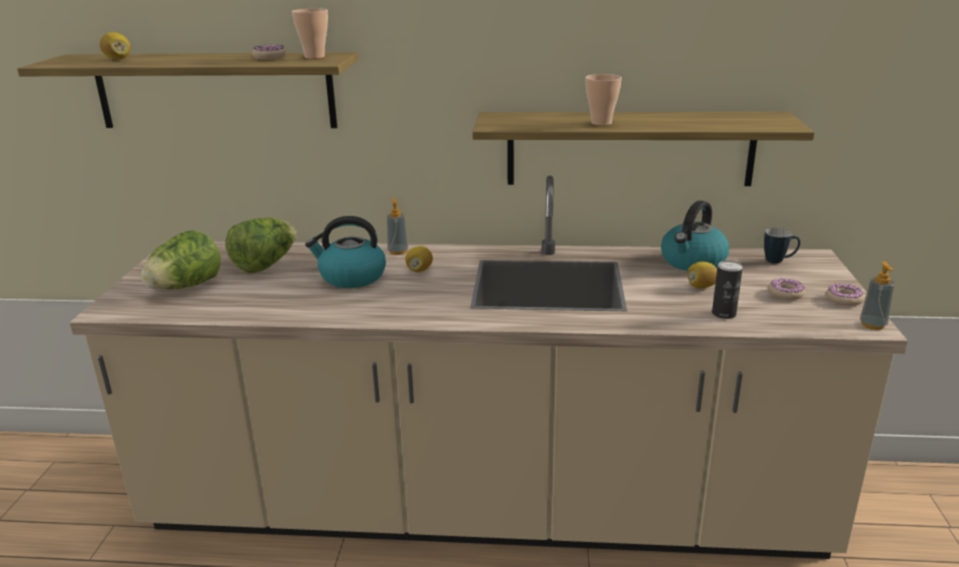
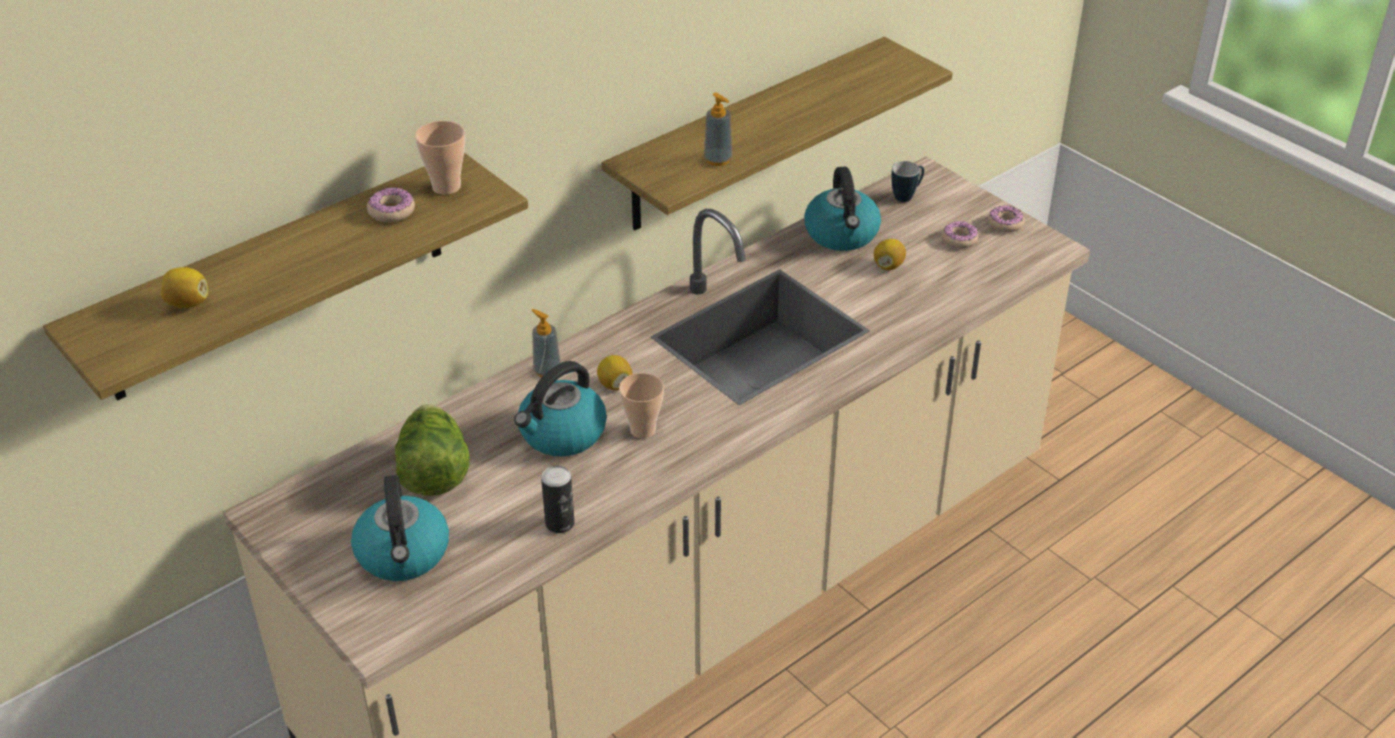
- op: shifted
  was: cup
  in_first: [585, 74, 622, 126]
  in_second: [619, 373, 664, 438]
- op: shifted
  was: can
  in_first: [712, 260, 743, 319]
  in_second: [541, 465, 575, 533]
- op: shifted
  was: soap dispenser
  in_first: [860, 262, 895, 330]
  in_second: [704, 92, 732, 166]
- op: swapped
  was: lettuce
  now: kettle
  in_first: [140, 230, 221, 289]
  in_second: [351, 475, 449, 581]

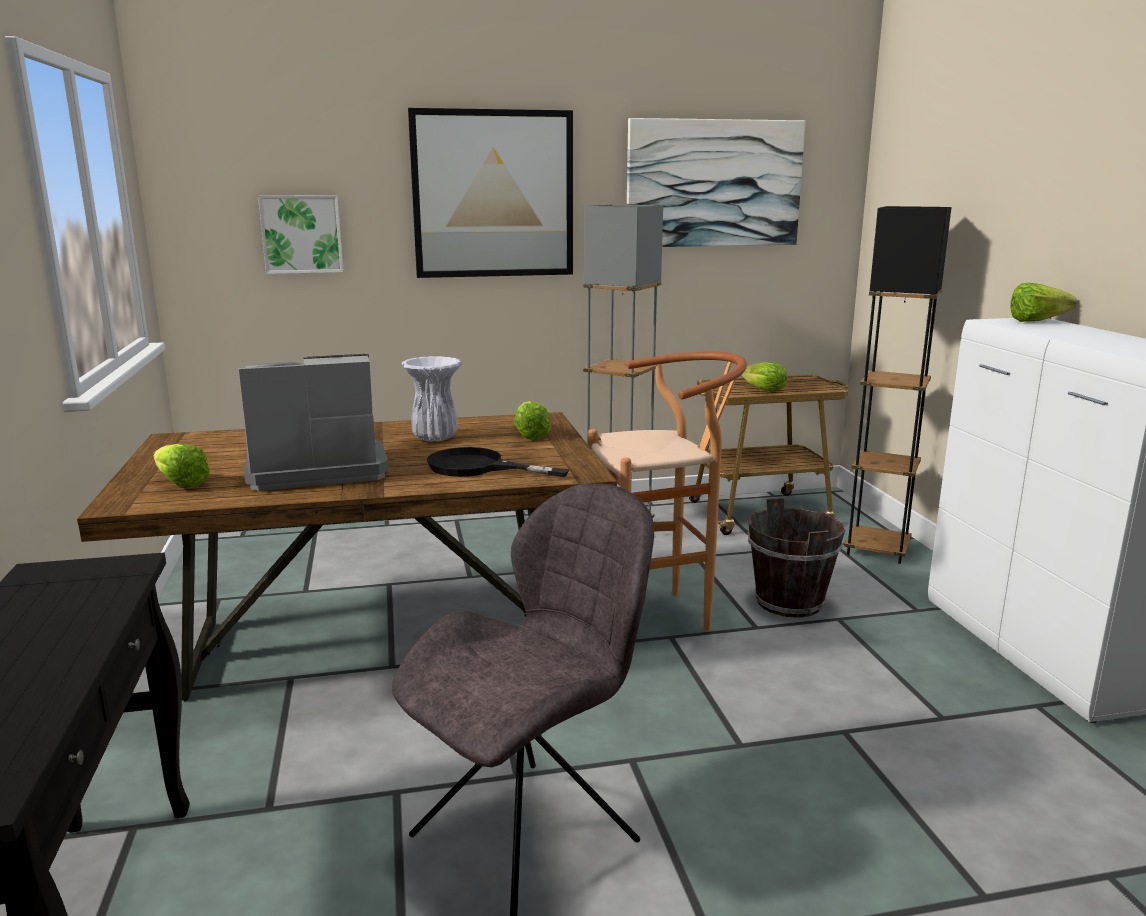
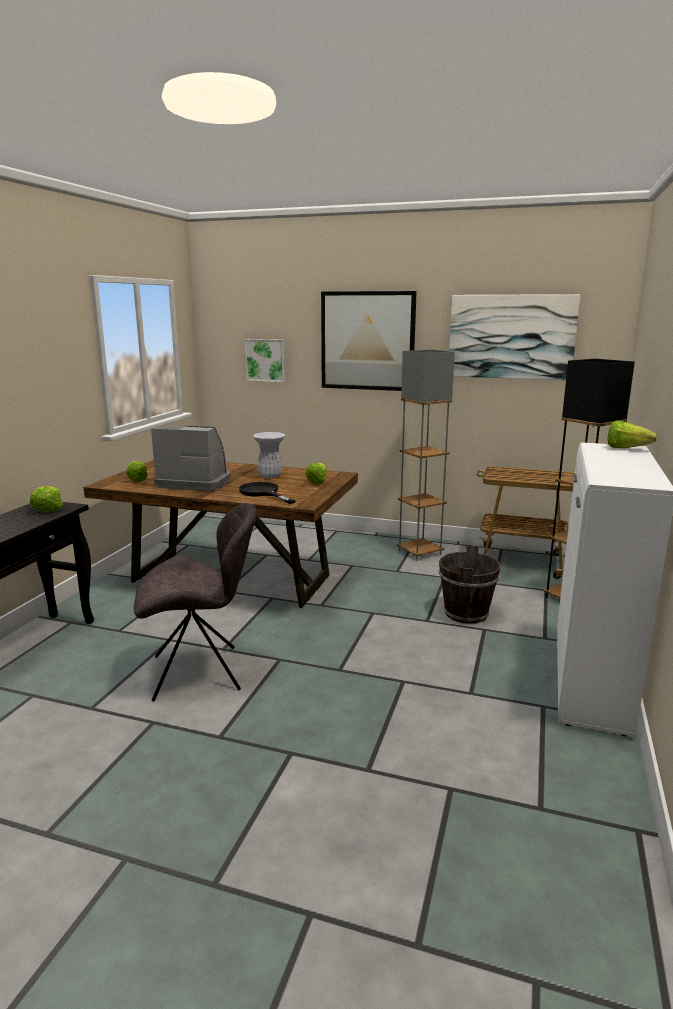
- op: gone
  was: brown stool
  in_first: [588, 352, 747, 632]
- op: shifted
  was: lettuce
  in_first: [741, 362, 787, 392]
  in_second: [30, 486, 63, 512]

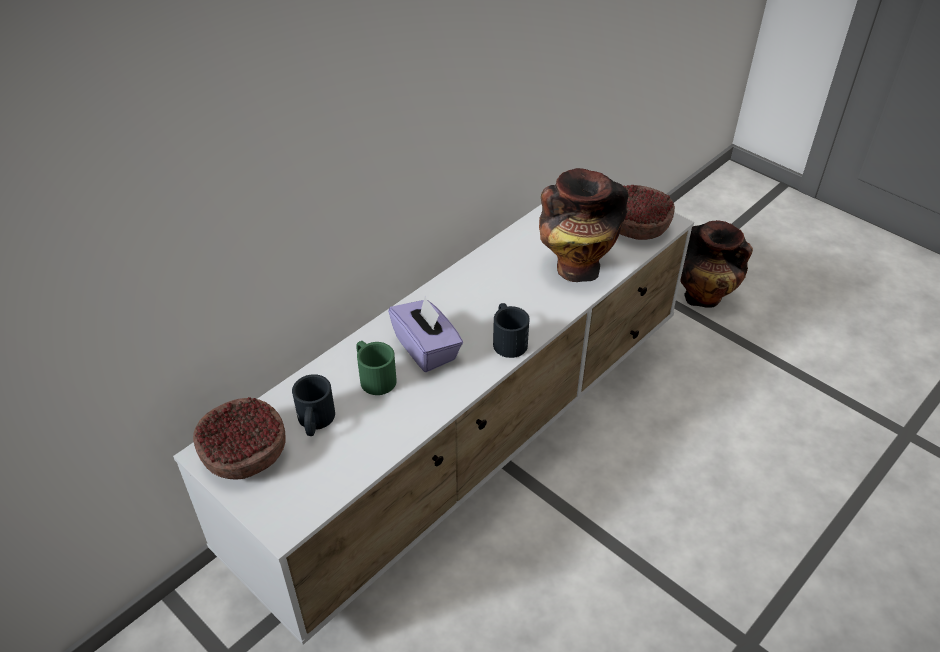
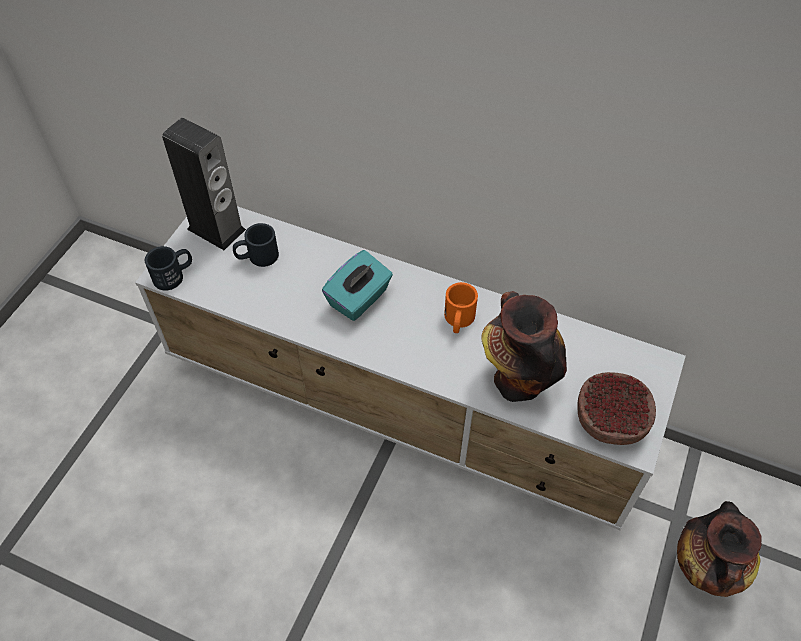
- op: gone
  was: green mug
  in_first: [357, 341, 397, 395]
- op: new
  now: orange mug
  in_second: [444, 282, 478, 333]
- op: shifted
  was: black mug
  in_first: [493, 303, 530, 358]
  in_second: [145, 246, 192, 291]
- op: swapped
  was: bowl
  now: speaker
  in_first: [193, 397, 286, 480]
  in_second: [162, 118, 246, 250]
- op: repainted
  was: purple tissue box
  now: turquoise tissue box
  in_first: [388, 296, 463, 372]
  in_second: [322, 250, 393, 321]

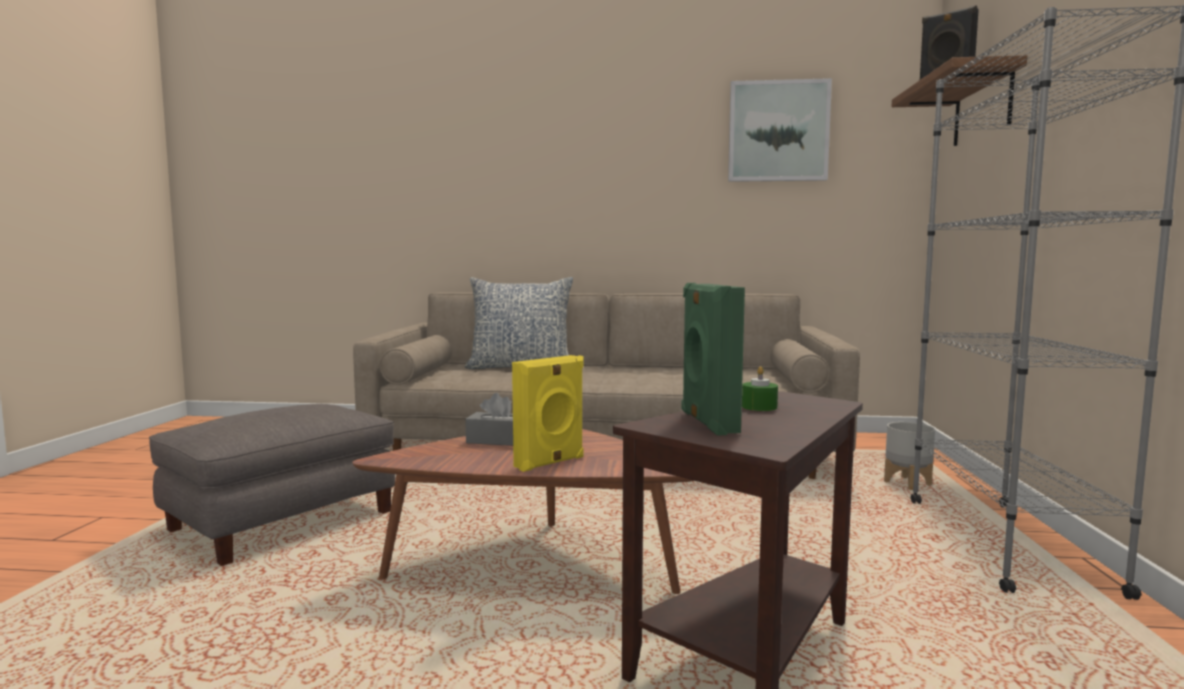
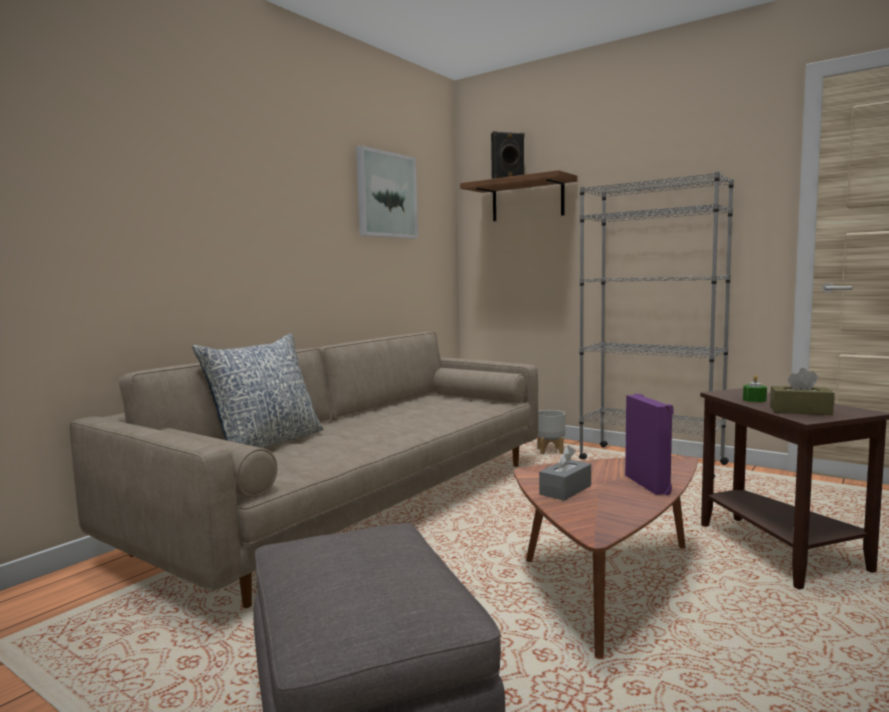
- op: swapped
  was: green speaker
  now: brown tissue box
  in_first: [681, 283, 745, 436]
  in_second: [770, 368, 834, 415]
- op: repainted
  was: yellow speaker
  now: purple speaker
  in_first: [512, 355, 584, 472]
  in_second: [625, 394, 674, 495]

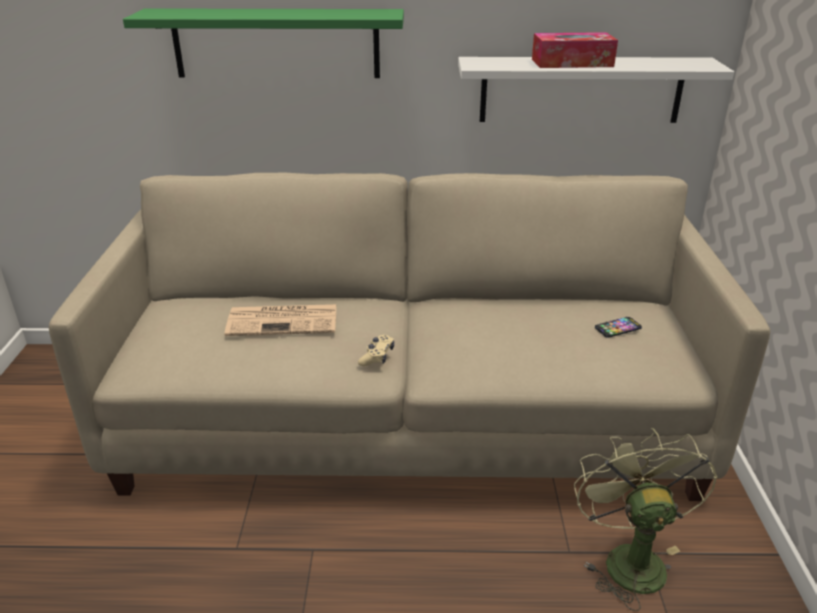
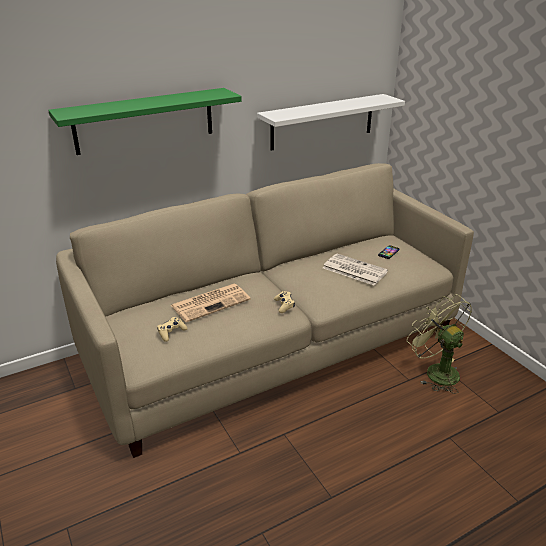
- op: gone
  was: tissue box
  in_first: [532, 32, 618, 68]
- op: new
  now: beige game controller
  in_second: [157, 317, 188, 342]
- op: new
  now: newspaper
  in_second: [323, 254, 388, 286]

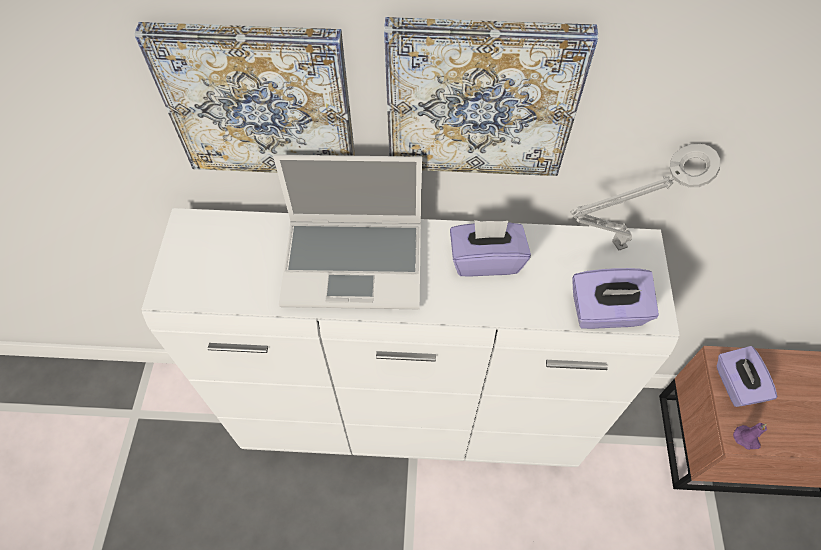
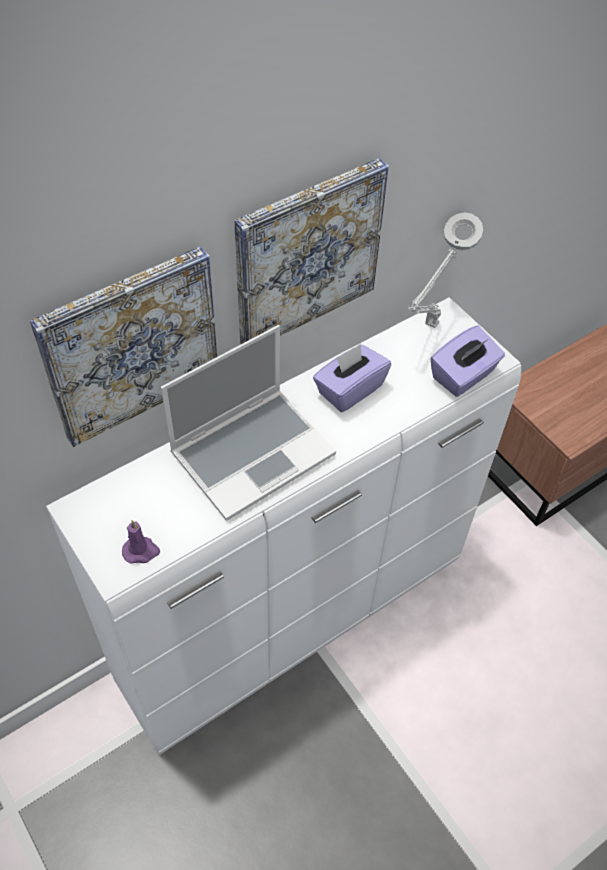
- op: gone
  was: purple tissue box
  in_first: [717, 346, 778, 407]
- op: shifted
  was: purple candle
  in_first: [733, 423, 767, 450]
  in_second: [122, 520, 160, 564]

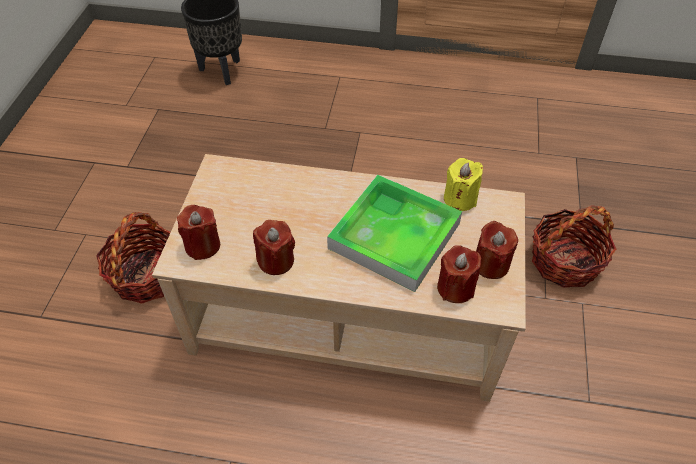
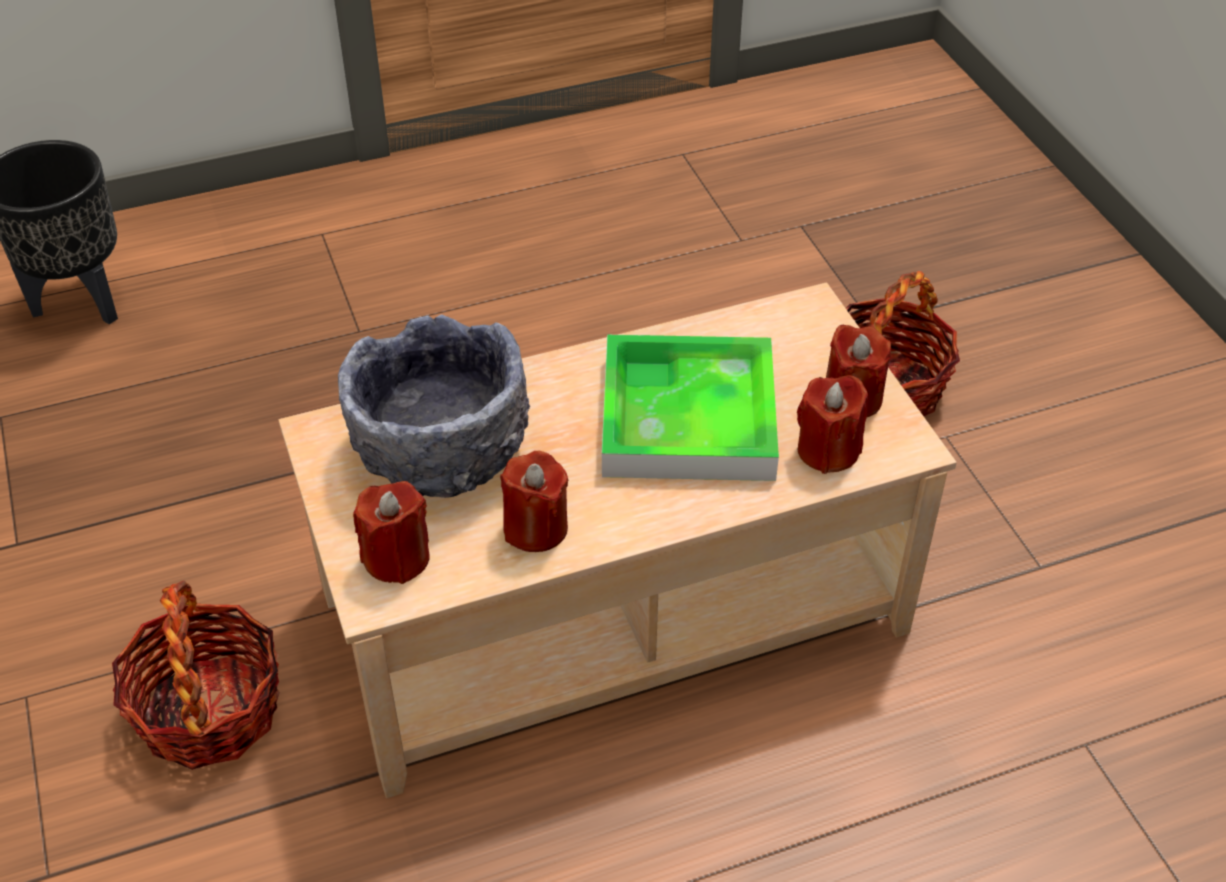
- op: gone
  was: yellow candle
  in_first: [444, 158, 483, 211]
- op: new
  now: grey bowl
  in_second: [338, 314, 530, 498]

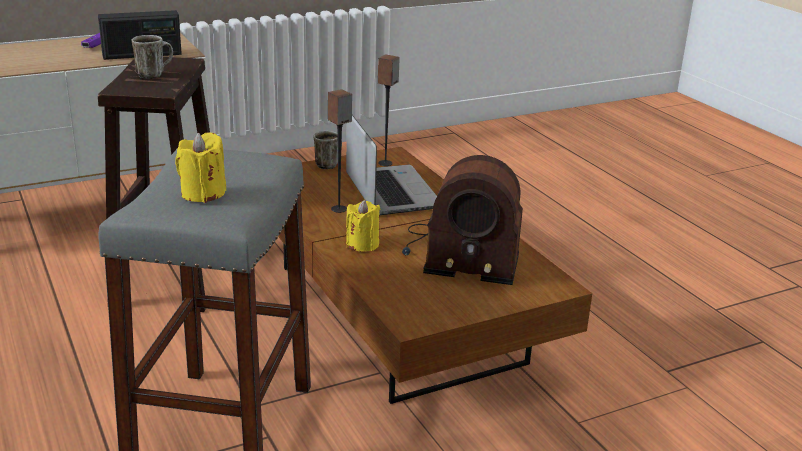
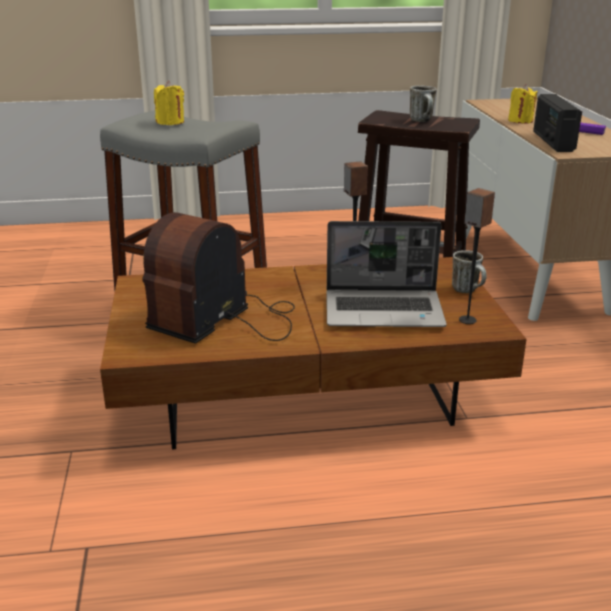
- op: shifted
  was: yellow candle
  in_first: [346, 200, 380, 252]
  in_second: [508, 84, 538, 124]

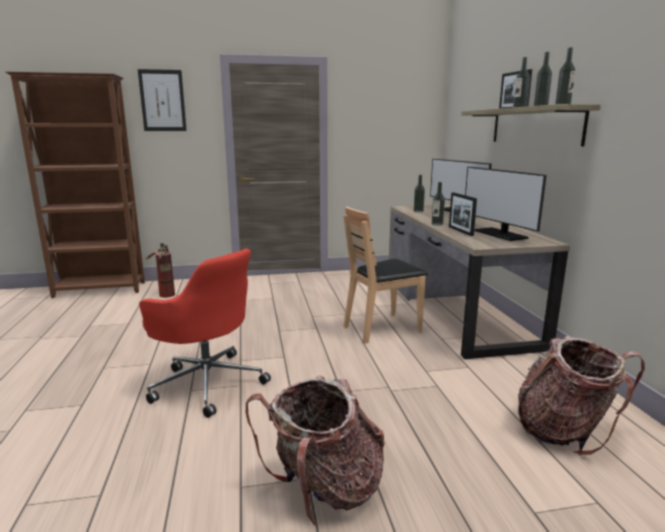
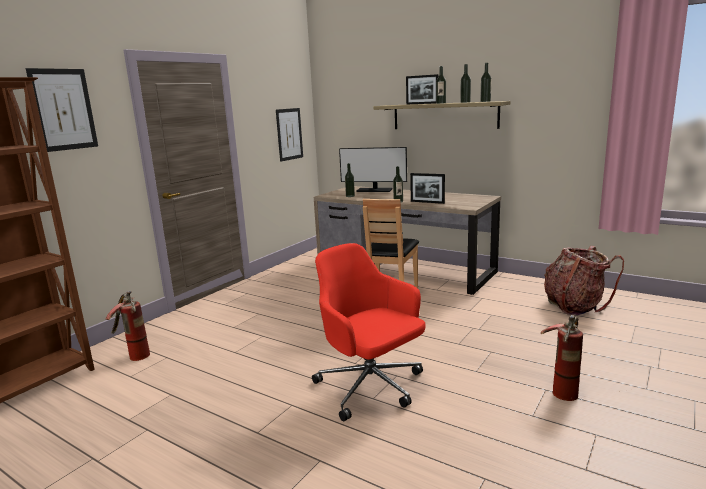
- op: gone
  was: monitor
  in_first: [465, 167, 547, 241]
- op: new
  now: picture
  in_second: [276, 108, 303, 162]
- op: swapped
  was: backpack
  now: fire extinguisher
  in_first: [246, 375, 385, 527]
  in_second: [540, 315, 583, 401]
- op: rotated
  was: red office chair
  in_first: [139, 249, 271, 418]
  in_second: [312, 243, 426, 422]
  clockwise: -120

